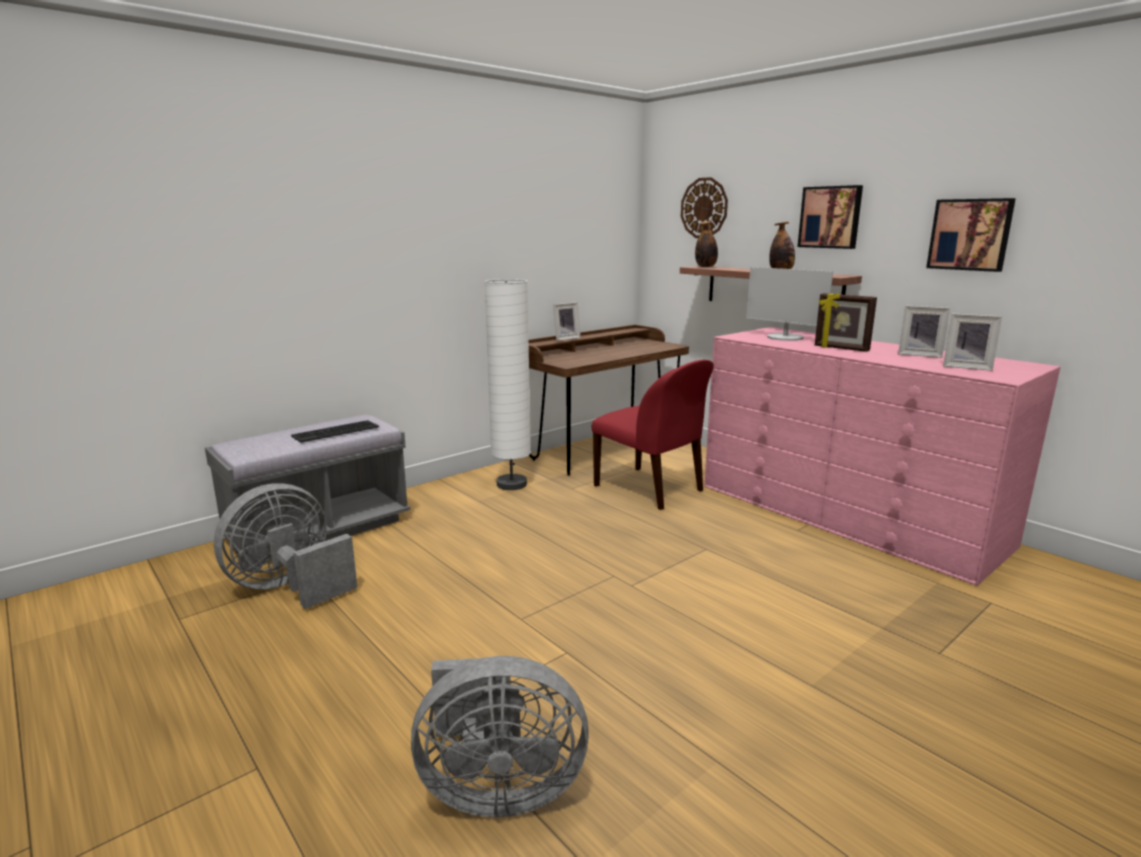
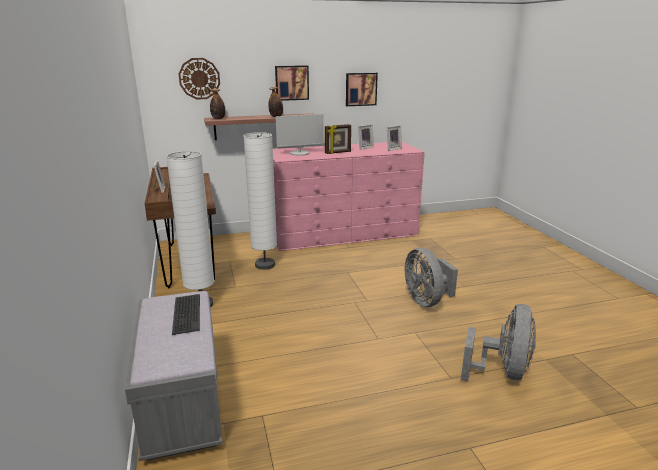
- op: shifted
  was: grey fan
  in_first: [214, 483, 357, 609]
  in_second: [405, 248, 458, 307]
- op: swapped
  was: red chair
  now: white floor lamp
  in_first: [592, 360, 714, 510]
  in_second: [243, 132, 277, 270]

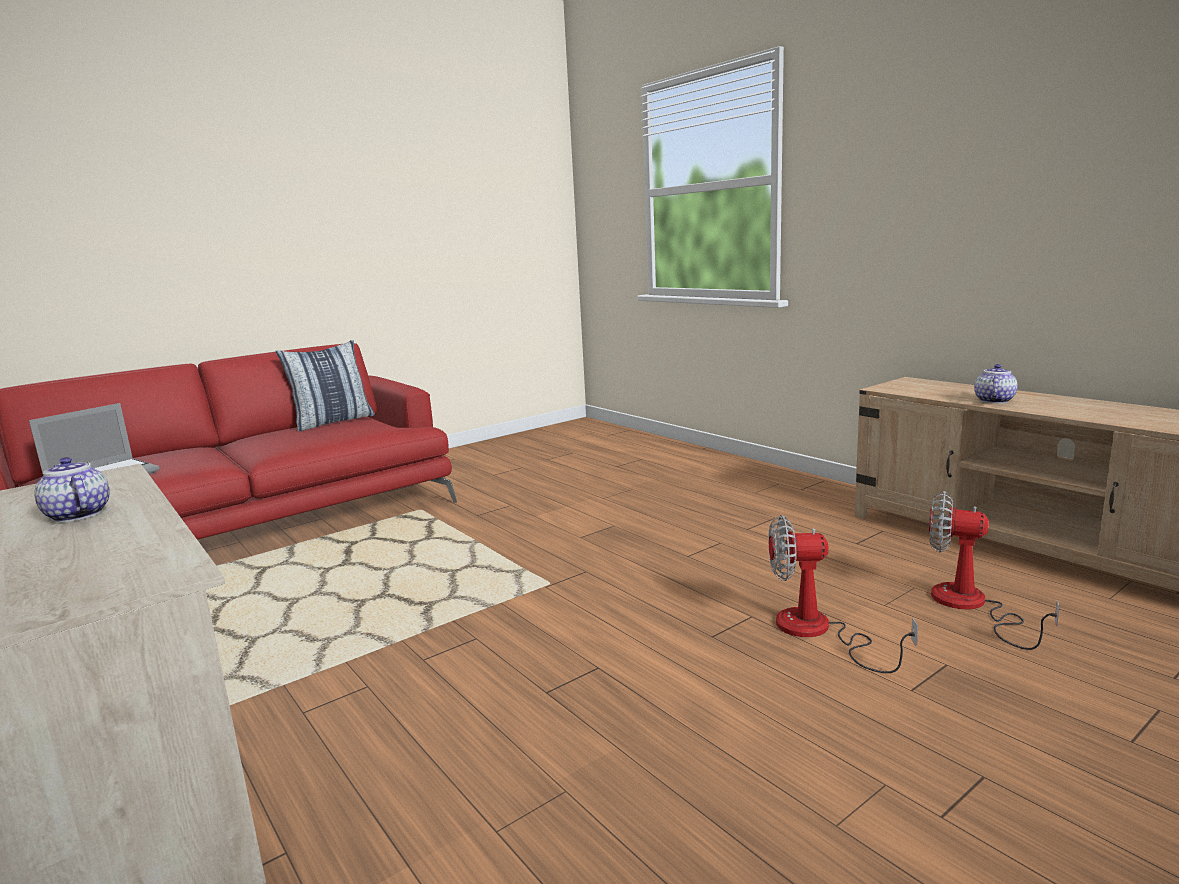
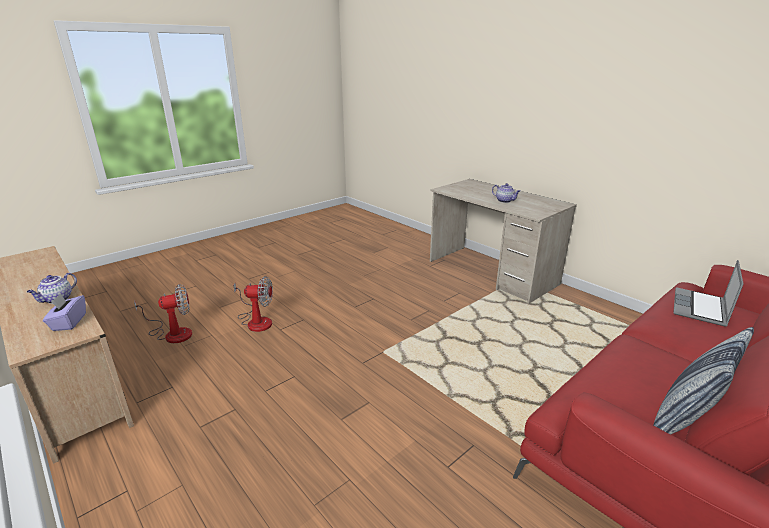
- op: new
  now: purple tissue box
  in_second: [43, 293, 86, 331]
- op: rotated
  was: fan
  in_first: [929, 491, 1060, 650]
  in_second: [134, 284, 192, 343]
  clockwise: -45

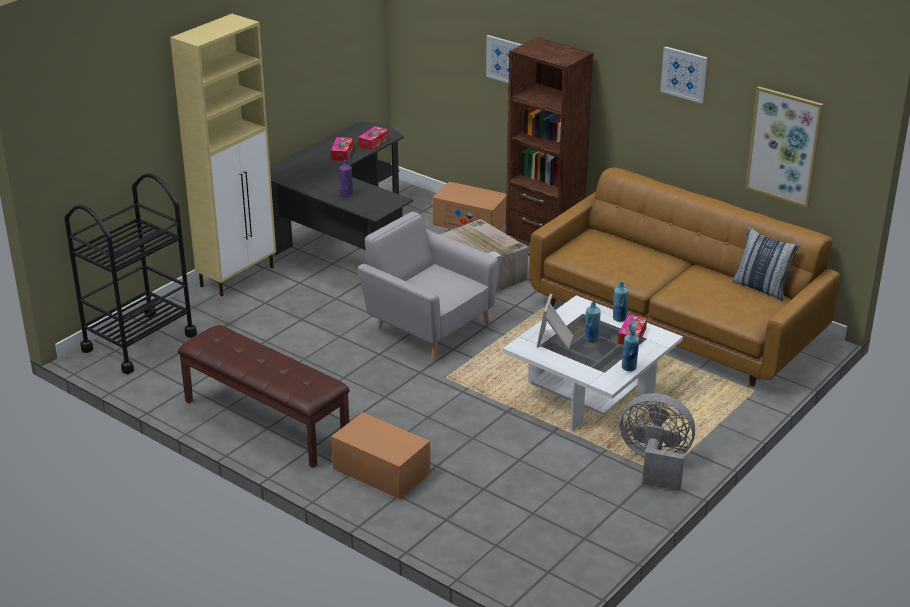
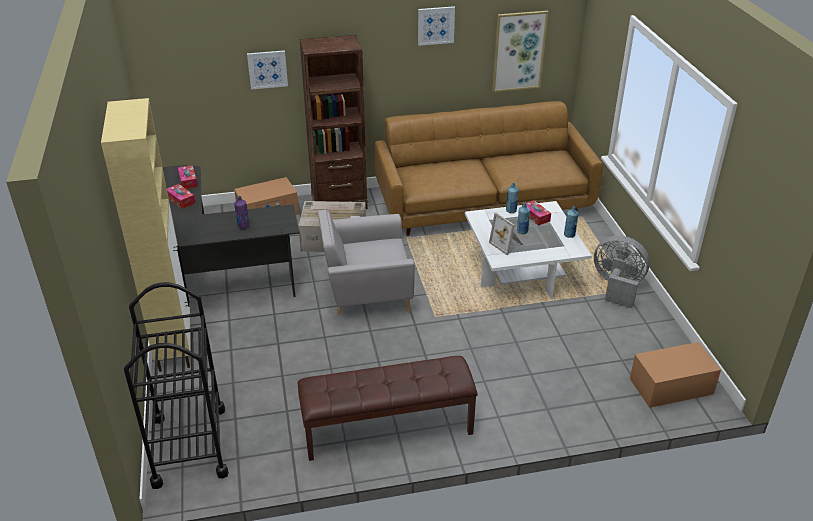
- op: gone
  was: pillow
  in_first: [732, 226, 800, 301]
- op: shifted
  was: cardboard box
  in_first: [331, 412, 430, 499]
  in_second: [630, 342, 721, 408]
- op: rotated
  was: grey fan
  in_first: [620, 393, 695, 491]
  in_second: [594, 235, 650, 308]
  clockwise: 60

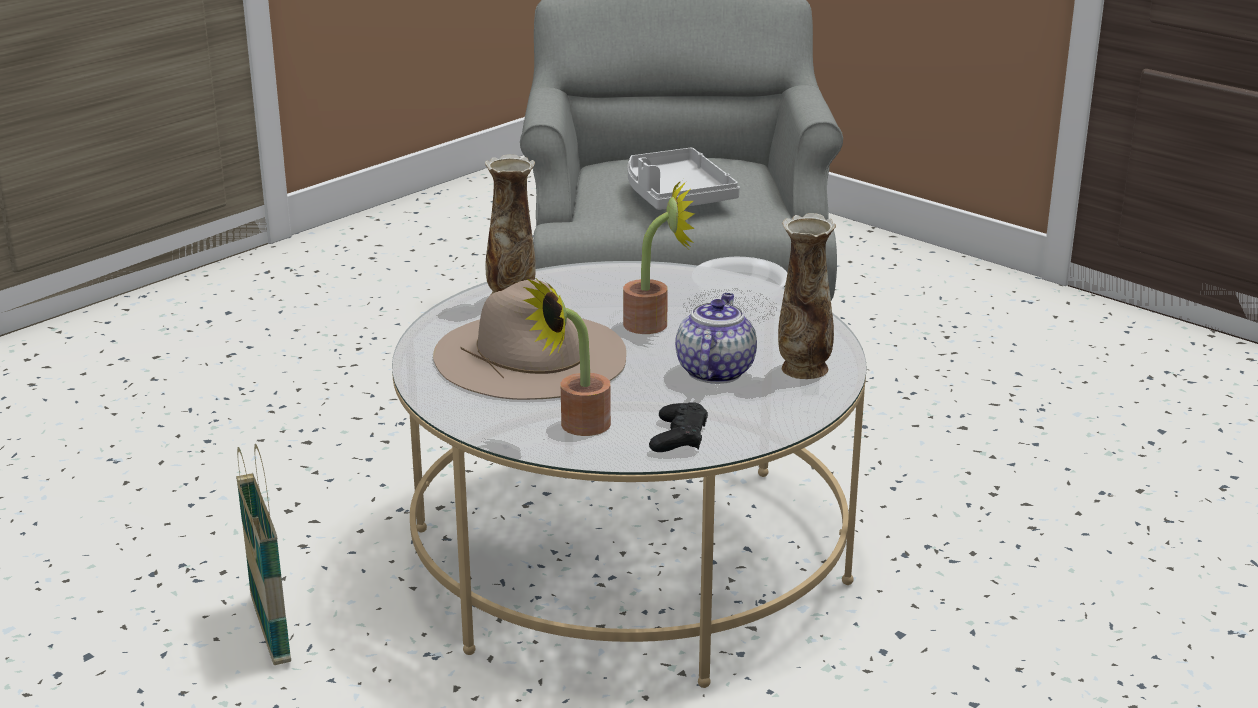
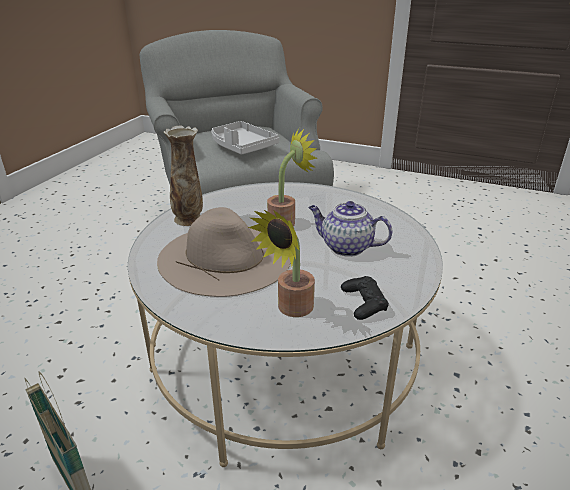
- op: gone
  was: bowl
  in_first: [692, 257, 787, 312]
- op: gone
  was: vase
  in_first: [778, 213, 836, 379]
- op: rotated
  was: teapot
  in_first: [675, 293, 757, 384]
  in_second: [308, 201, 392, 257]
  clockwise: -60

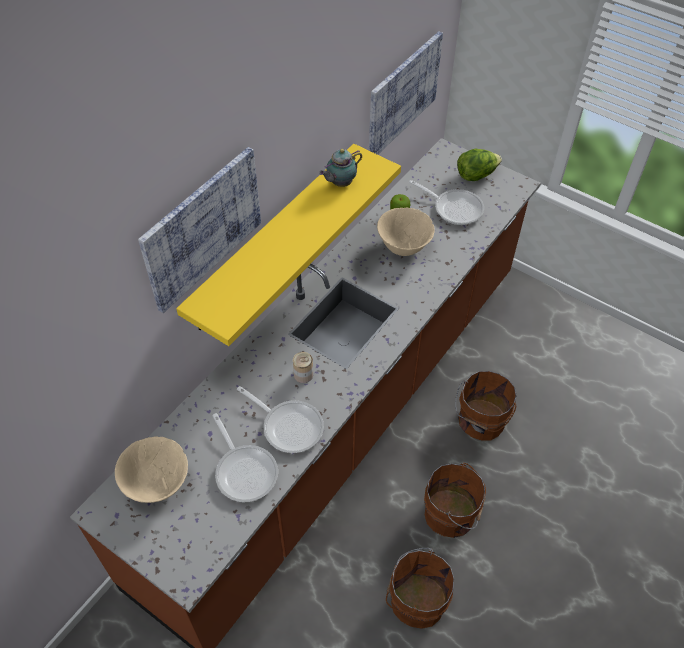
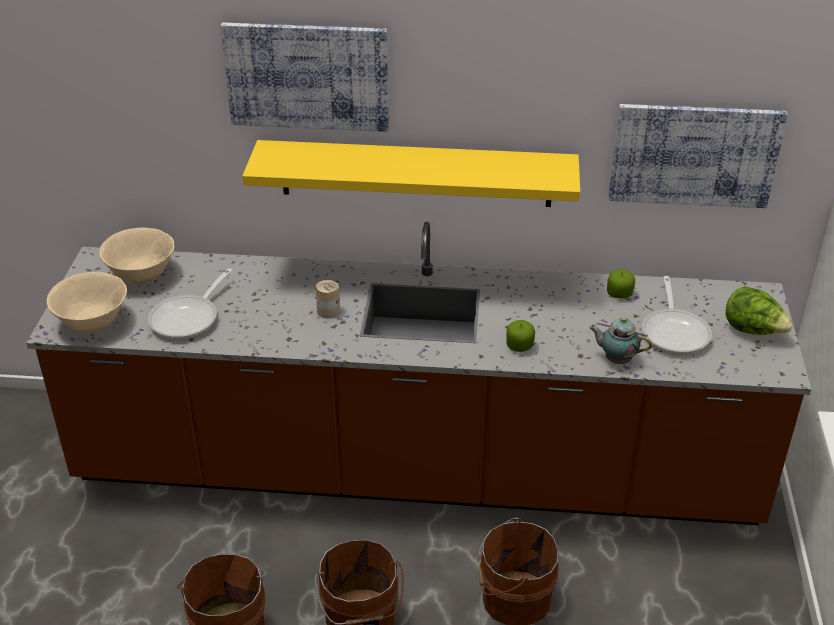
- op: gone
  was: frying pan
  in_first: [237, 386, 324, 453]
- op: new
  now: apple
  in_second: [506, 320, 535, 352]
- op: shifted
  was: teapot
  in_first: [319, 149, 362, 187]
  in_second: [589, 317, 652, 364]
- op: shifted
  was: beige bowl
  in_first: [377, 208, 435, 256]
  in_second: [47, 272, 127, 333]

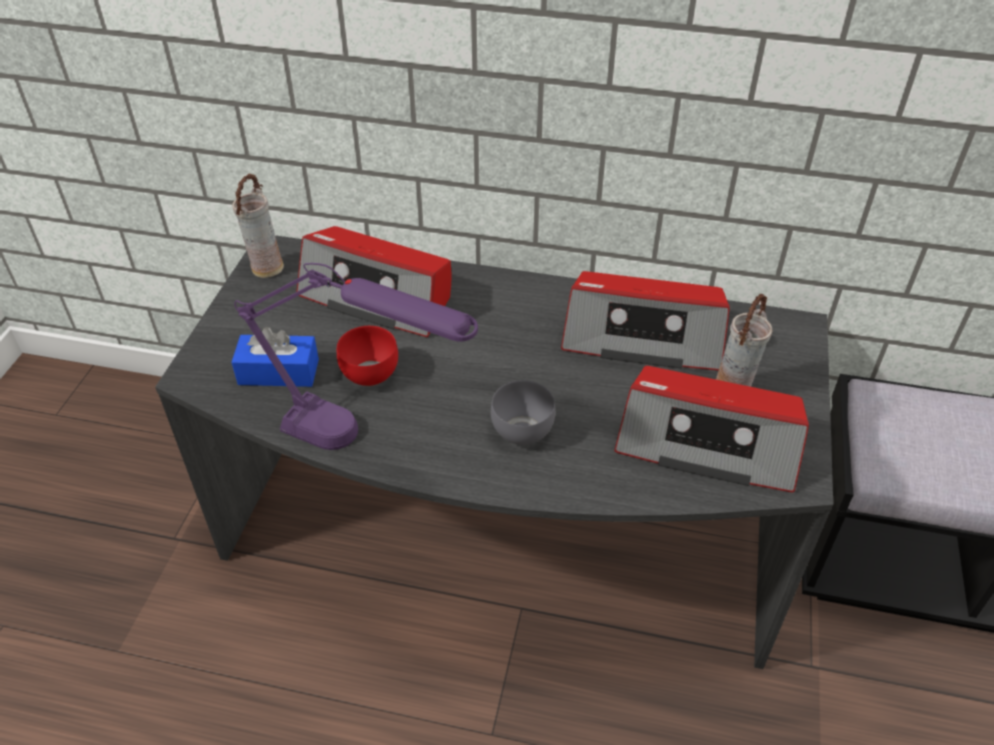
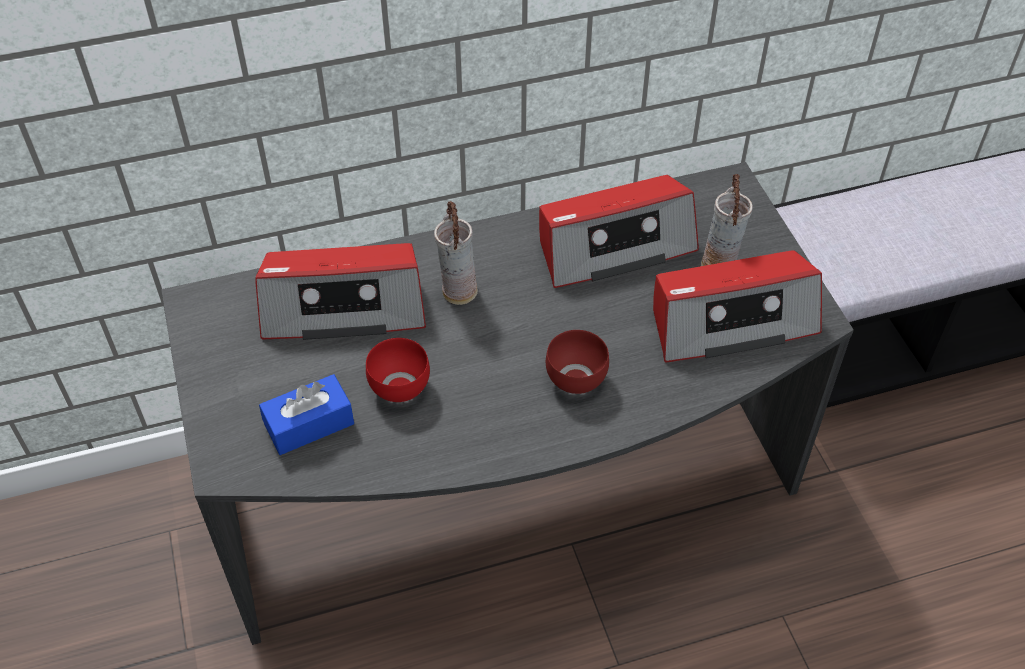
- op: gone
  was: purple table lamp
  in_first: [235, 263, 478, 450]
- op: shifted
  was: vase
  in_first: [232, 173, 284, 278]
  in_second: [434, 201, 478, 305]
- op: repainted
  was: grey bowl
  now: red bowl
  in_first: [491, 380, 555, 445]
  in_second: [546, 330, 609, 394]

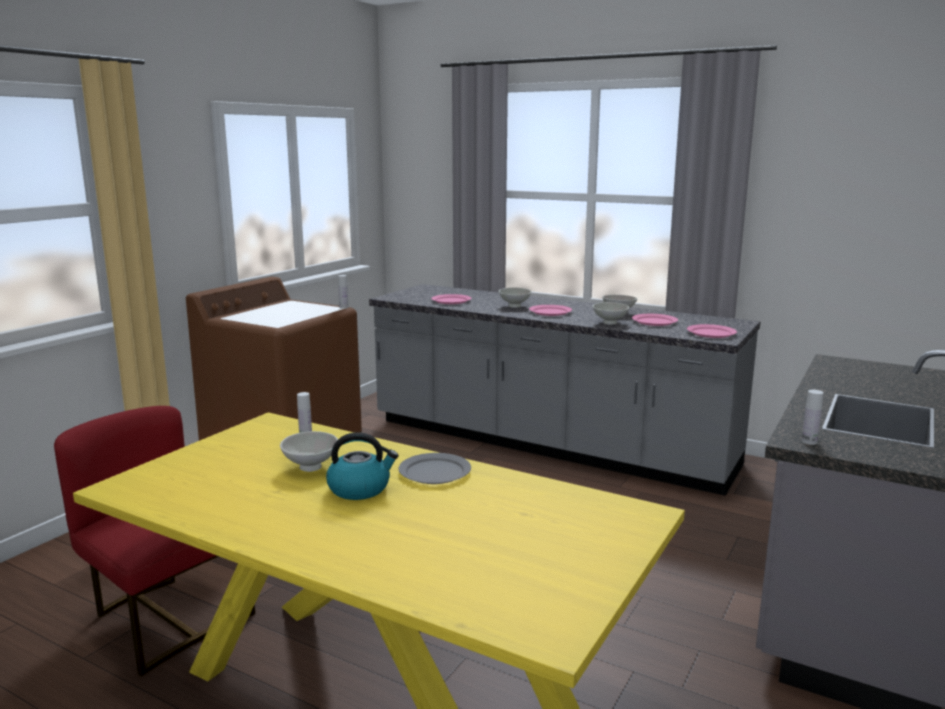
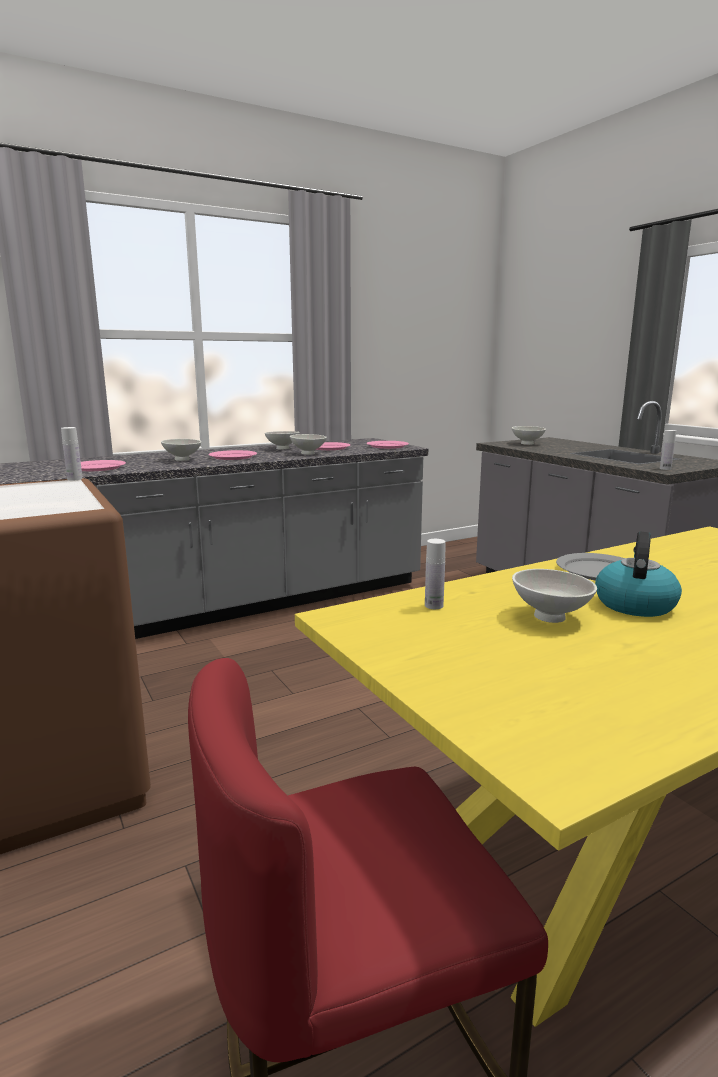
- op: new
  now: white bowl
  in_second: [512, 426, 546, 445]

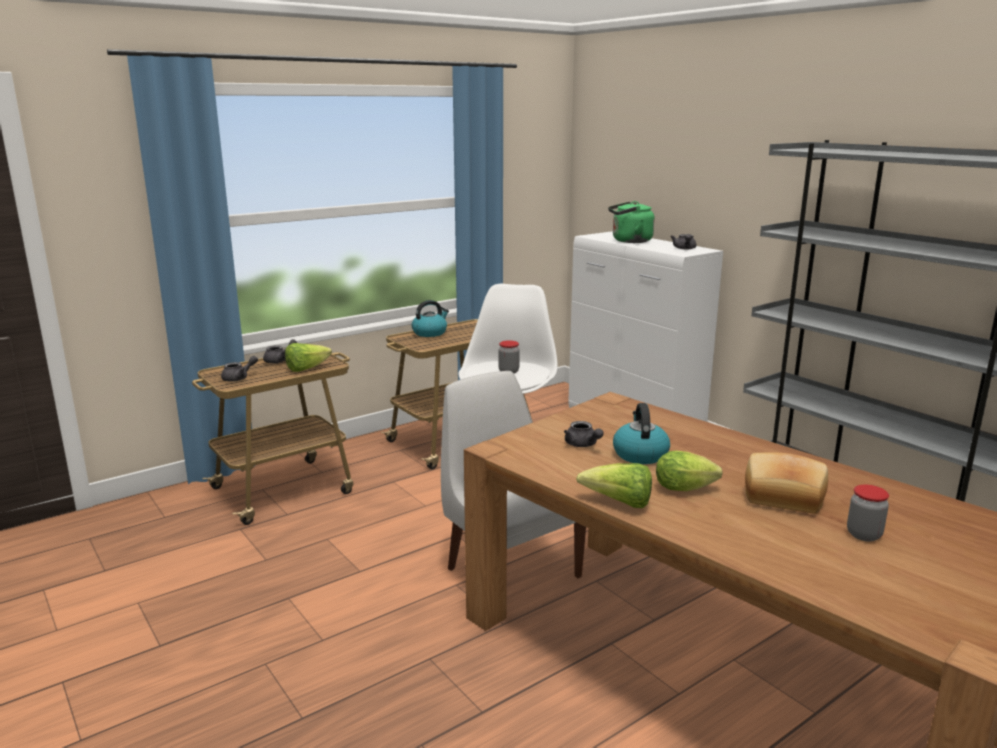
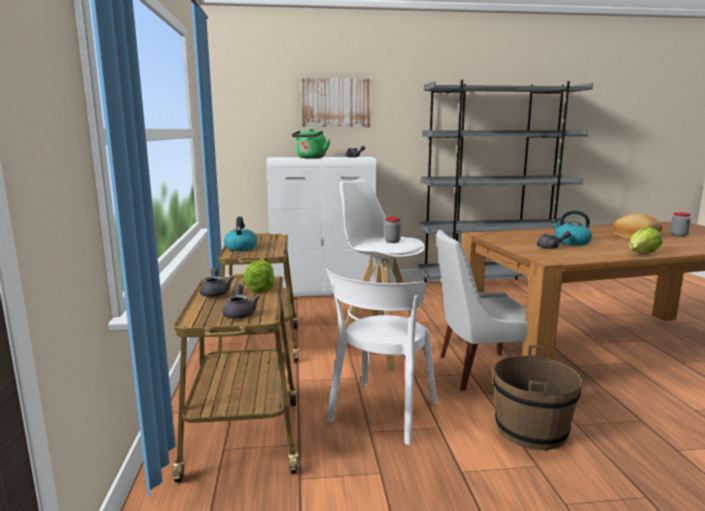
- op: gone
  was: lettuce
  in_first: [656, 451, 723, 491]
- op: new
  now: picture
  in_second: [301, 78, 372, 127]
- op: new
  now: white chair
  in_second: [326, 268, 437, 445]
- op: new
  now: brown bucket
  in_second: [493, 345, 582, 450]

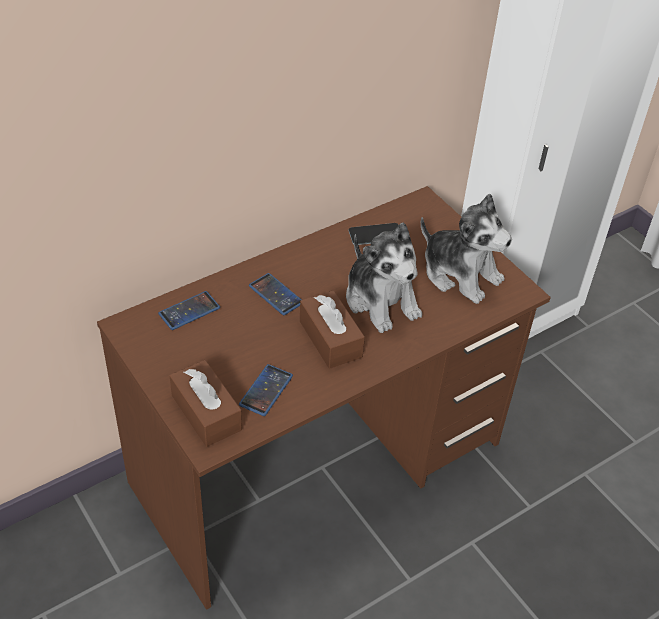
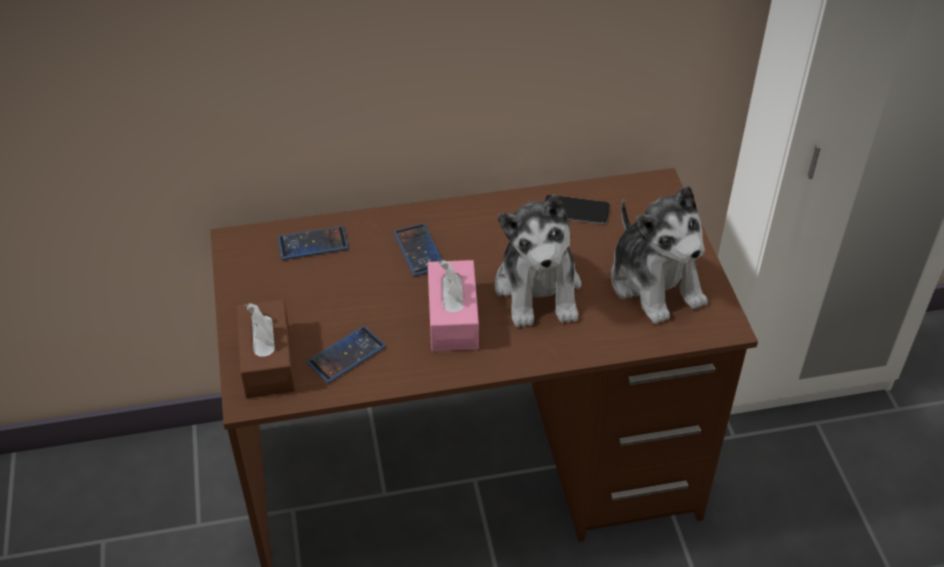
- op: repainted
  was: brown tissue box
  now: pink tissue box
  in_first: [300, 290, 365, 369]
  in_second: [428, 260, 479, 351]

